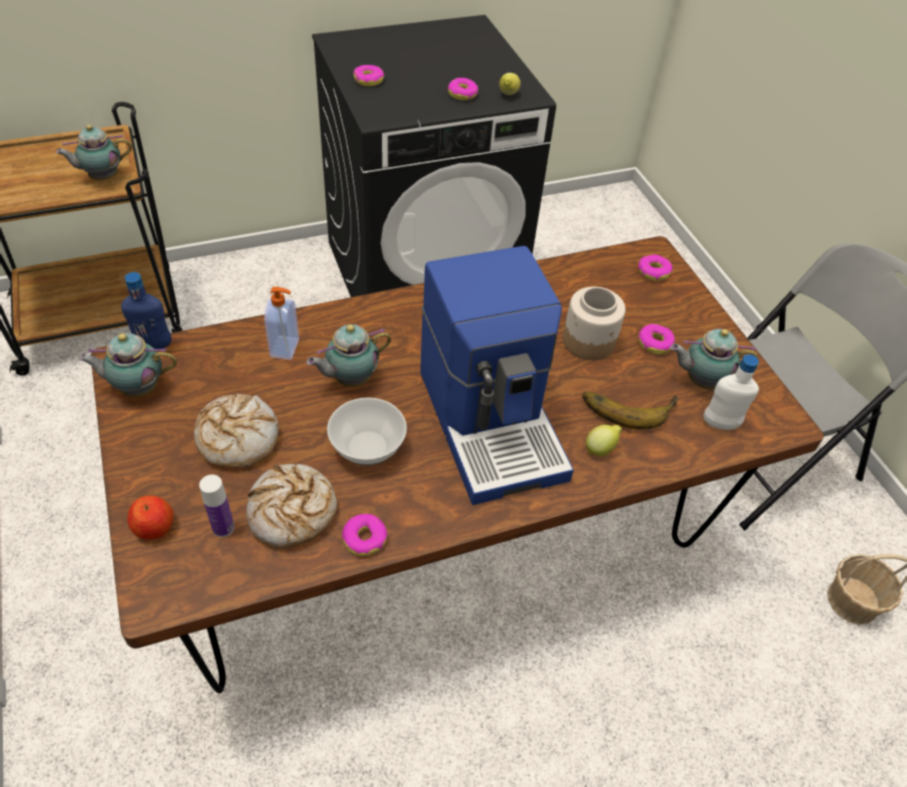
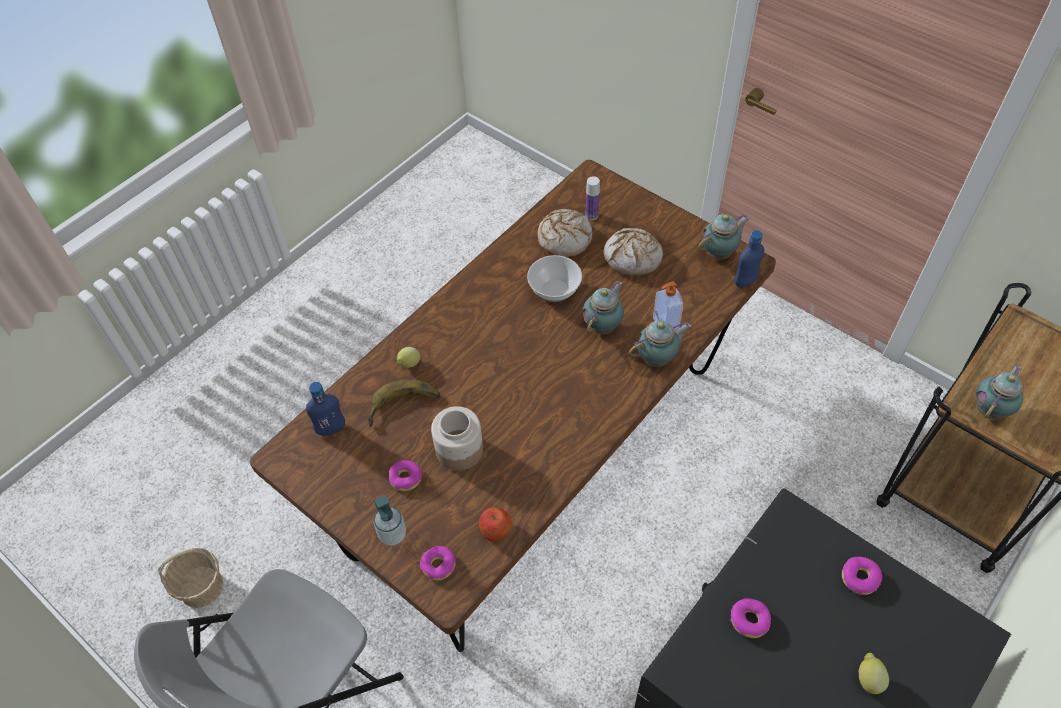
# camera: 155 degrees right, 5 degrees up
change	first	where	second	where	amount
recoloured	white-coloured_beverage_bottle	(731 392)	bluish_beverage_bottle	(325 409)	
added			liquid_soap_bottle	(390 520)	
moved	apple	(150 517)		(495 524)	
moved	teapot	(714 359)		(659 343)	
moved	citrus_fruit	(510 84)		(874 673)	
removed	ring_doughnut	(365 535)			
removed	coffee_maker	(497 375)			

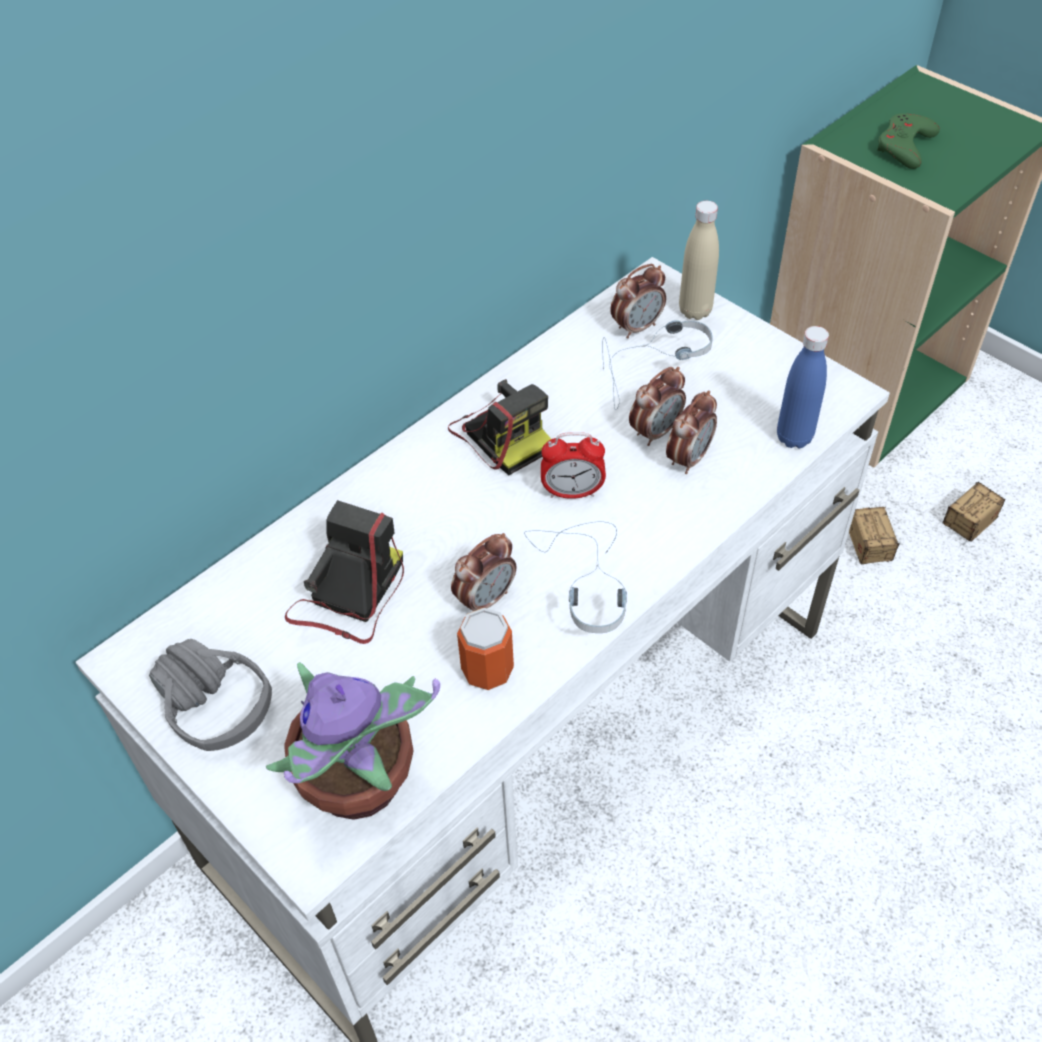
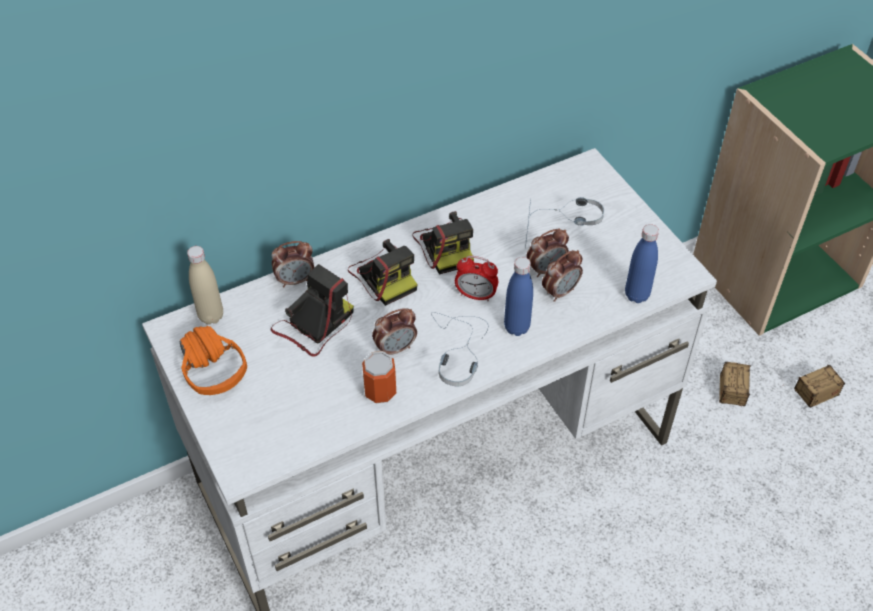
# camera: 15 degrees right, 0 degrees up
change	first	where	second	where	amount
recoloured	greyish_headphones	(210 695)	orangey_headphones	(213 360)	
moved	beige-coloured_beverage_bottle	(699 260)		(205 285)	
moved	table_clock	(638 301)		(293 264)	
added			photo_camera	(383 272)	
added			bluish_beverage_bottle	(518 296)	
removed	plant_in_a_pot	(353 741)			
removed	greenish_joypad	(908 141)			

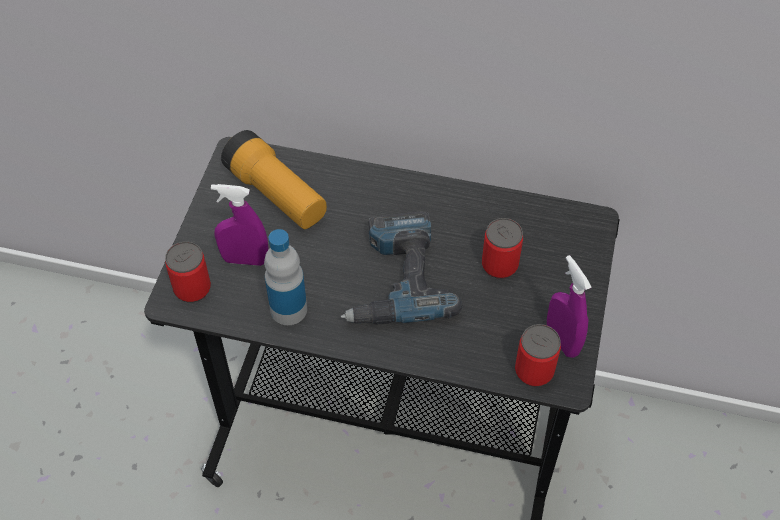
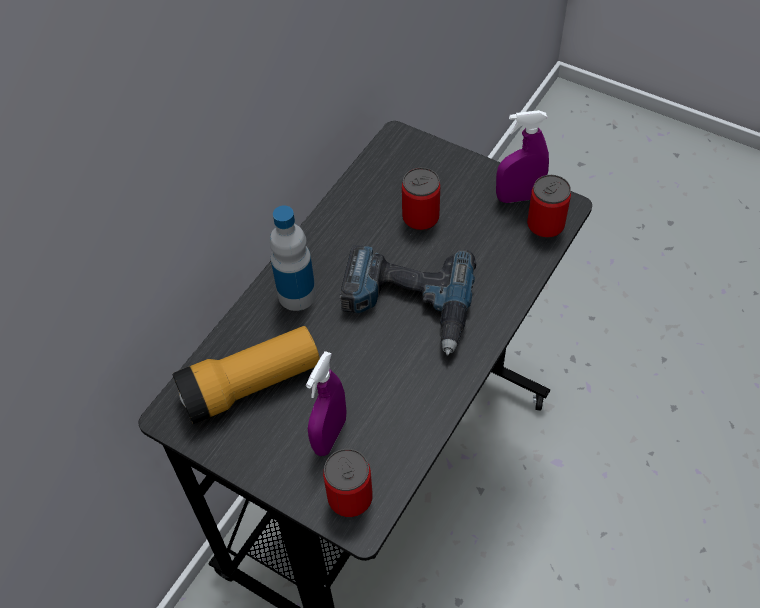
# camera: 70 degrees left, 0 degrees up
change	first	where	second	where	amount
moved	beverage_bottle	(285 277)		(293 258)	

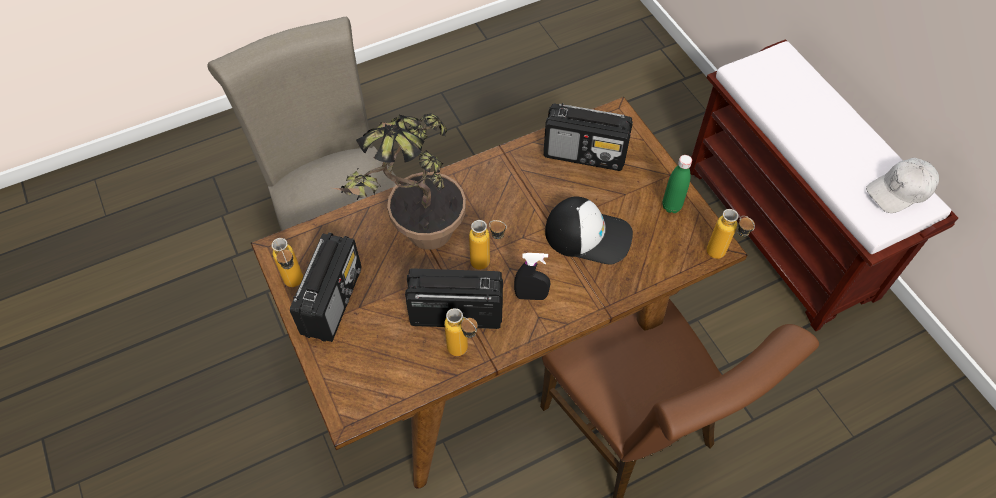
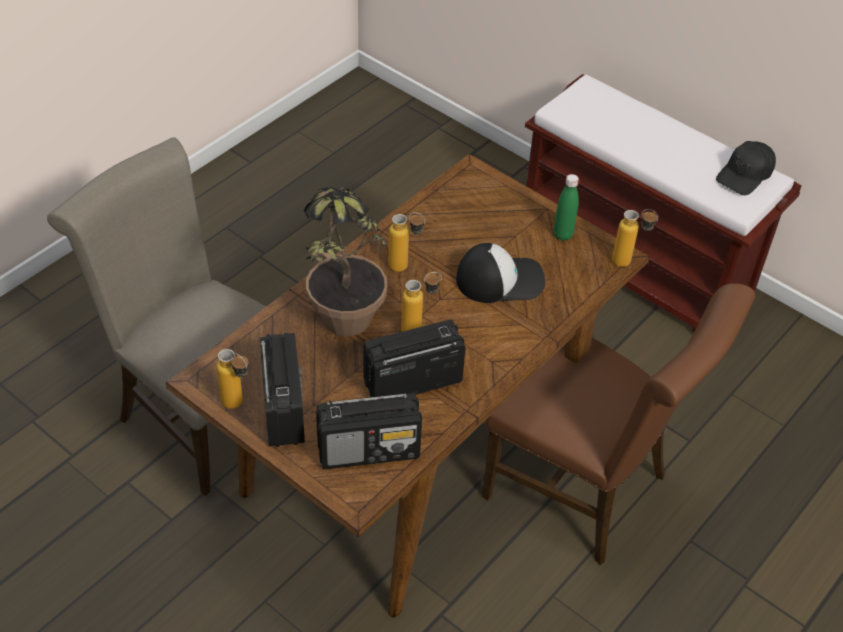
# camera: 25 degrees left, 10 degrees down
change	first	where	second	where	amount
moved	radio_set	(588 137)		(369 431)	
moved	beverage_bottle	(461 332)		(406 242)	
recoloured	white-coloured_cap	(902 185)	blackish_cap	(746 168)	
removed	blackish_sprayer	(532 276)			

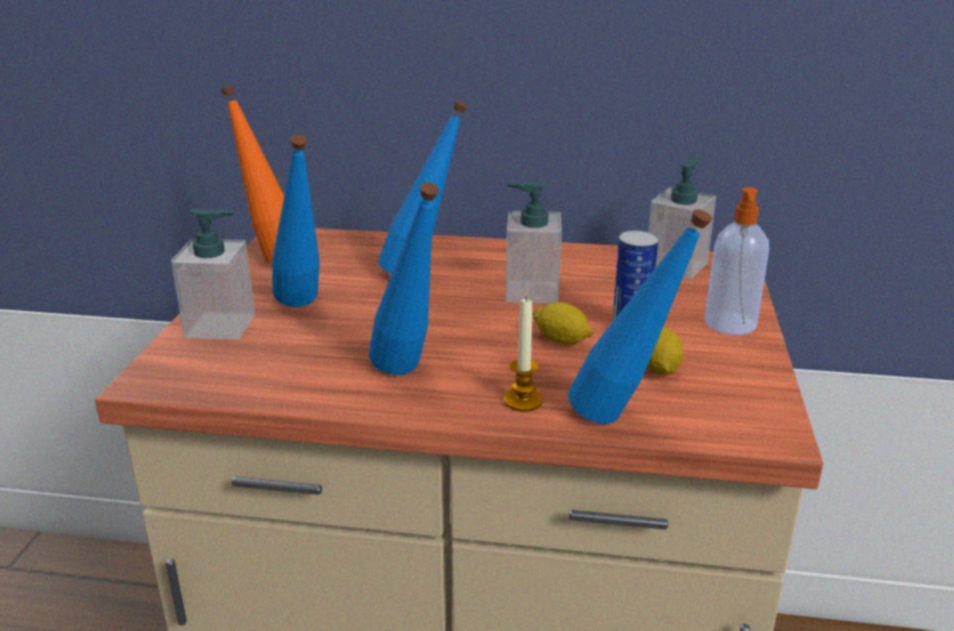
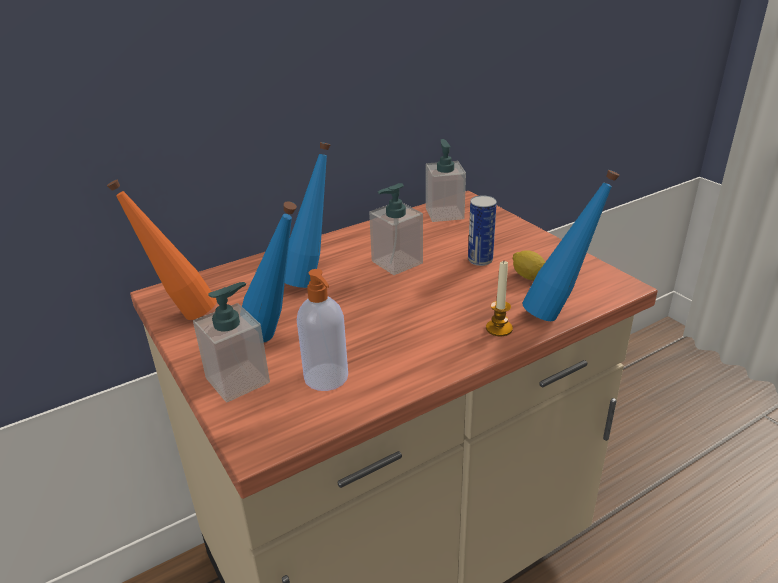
# camera: 40 degrees left, 5 degrees up
change	first	where	second	where	amount
moved	liquid_soap_bottle	(737 261)		(322 330)	
removed	bluish_beverage_bottle	(404 279)			
removed	citrus_fruit	(563 323)			

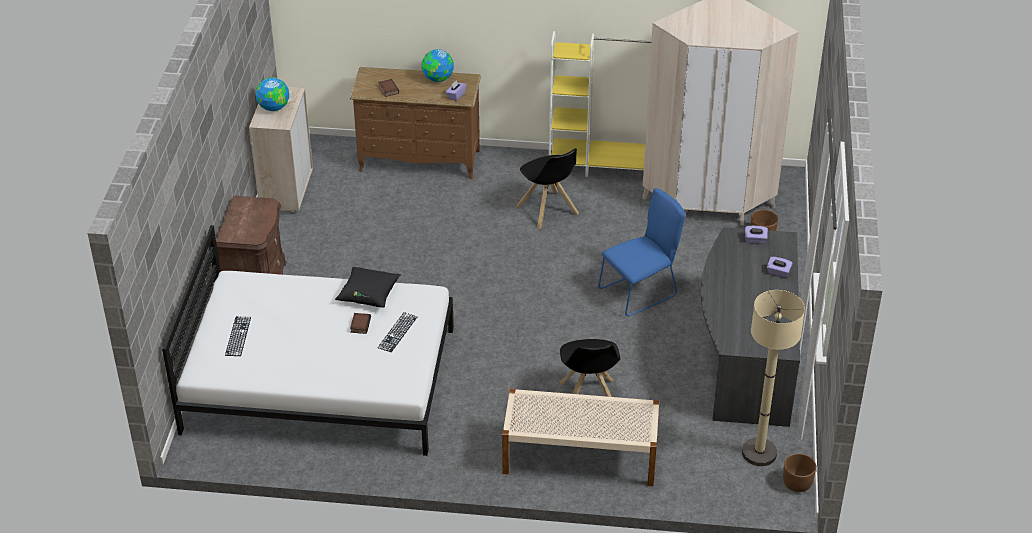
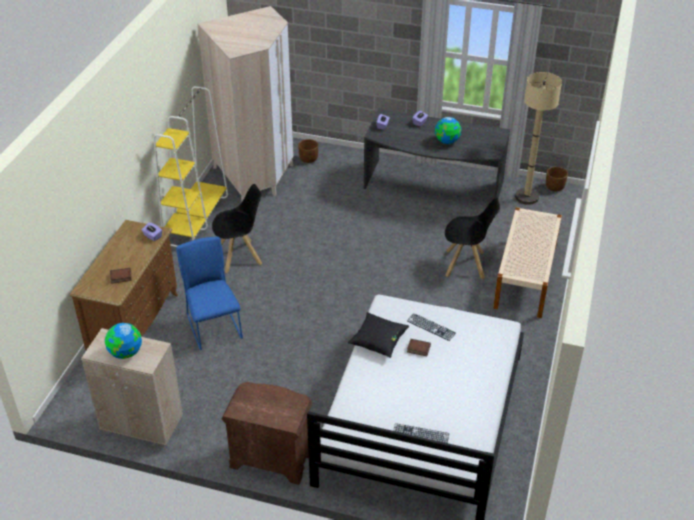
# camera: 80 degrees left, 0 degrees up
change	first	where	second	where	amount
moved	bluish_plain_chair	(641 252)		(209 293)	
moved	globe	(438 65)		(448 130)	

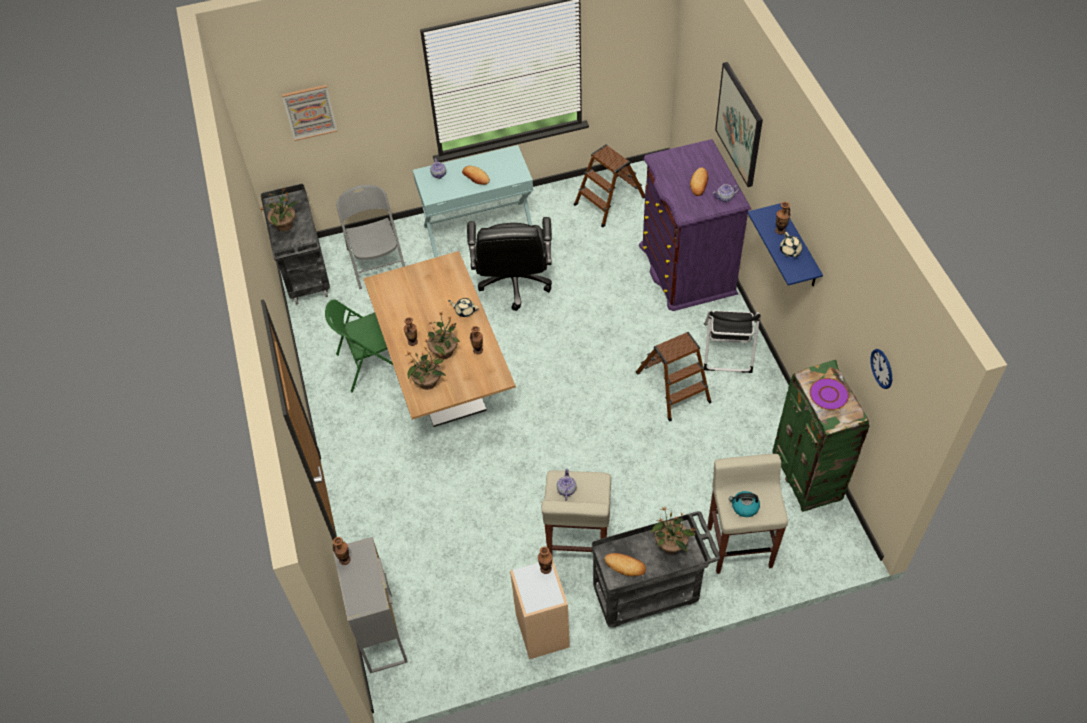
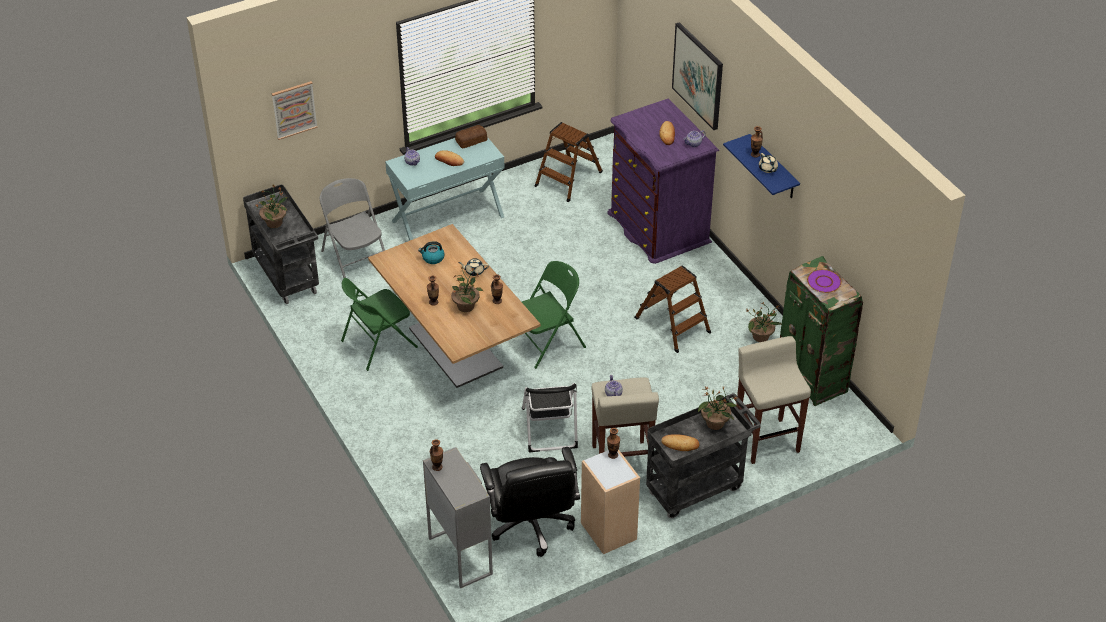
# camera: 15 degrees left, 10 degrees down
change	first	where	second	where	amount
moved	kettle	(744 504)		(431 252)	
added			baked_bread	(471 137)	
moved	blackish_computer_chair	(509 264)		(530 502)	
added			greenish_plain_chair	(554 315)	
moved	stepladder	(732 341)		(550 417)	
moved	plant_in_a_pot	(425 368)		(764 322)	
removed	wall_clock	(881 369)			

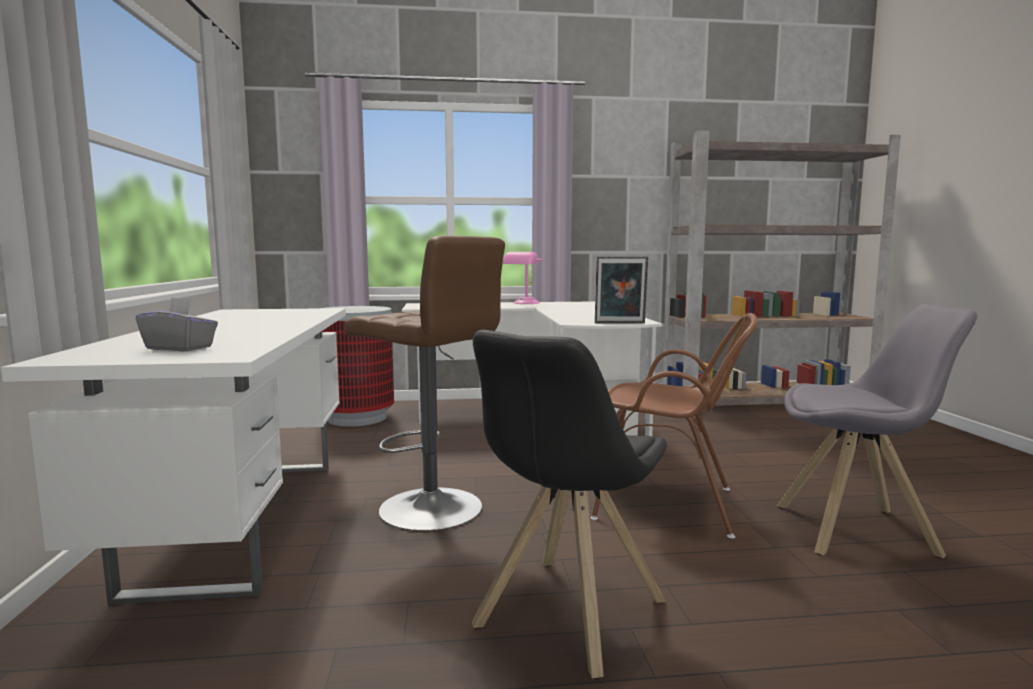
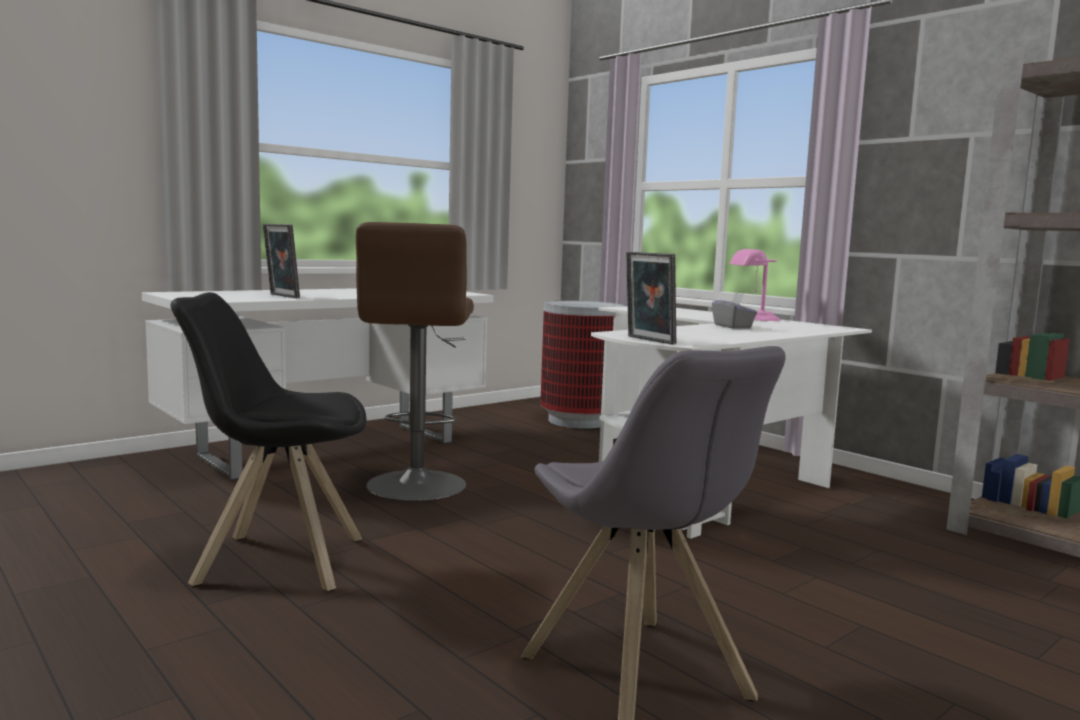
# camera: 55 degrees right, 0 degrees up
change	first	where	second	where	amount
added			photo_frame	(281 261)	
moved	greyish_box_of_tissues	(177 324)		(734 310)	
removed	brown_plain_chair	(674 426)			

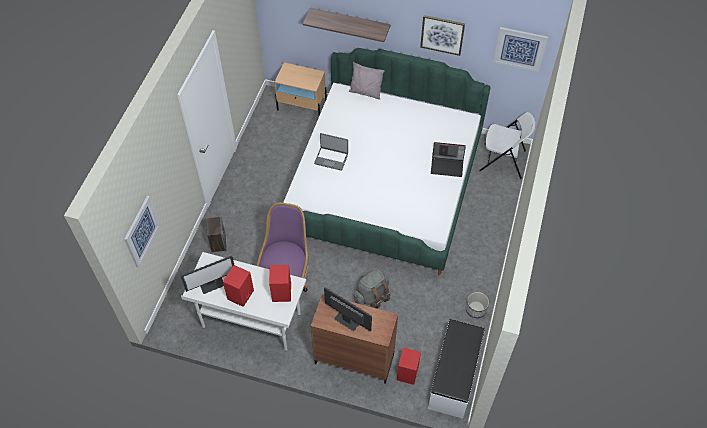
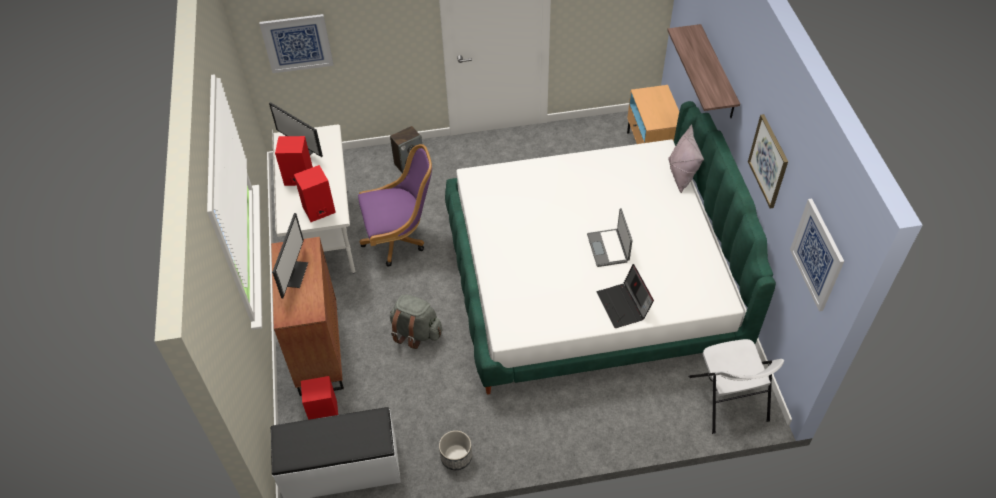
# camera: 65 degrees right, 5 degrees down
change	first	where	second	where	amount
moved	portable_computer	(331 152)		(609 237)	

